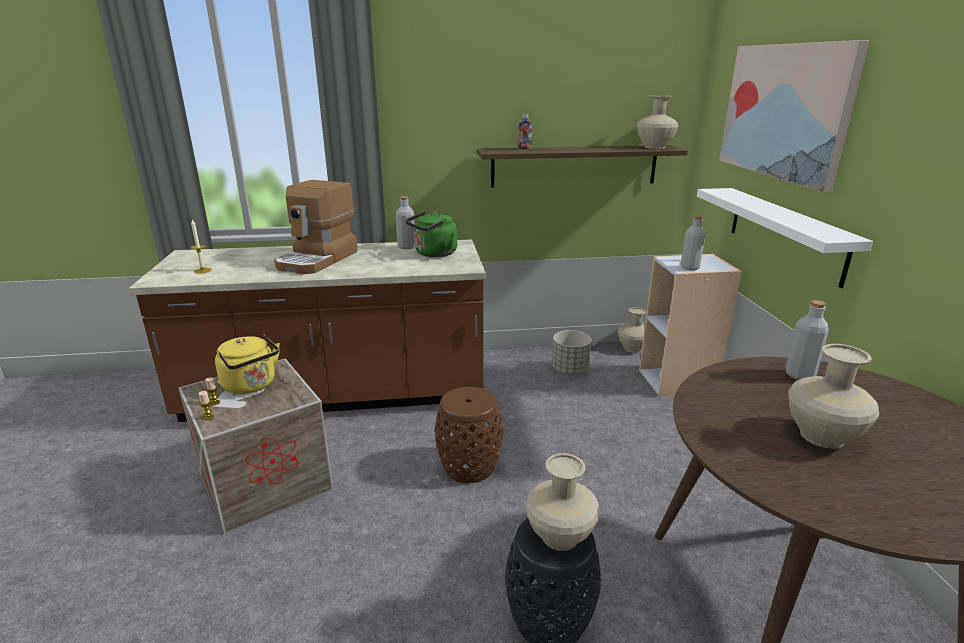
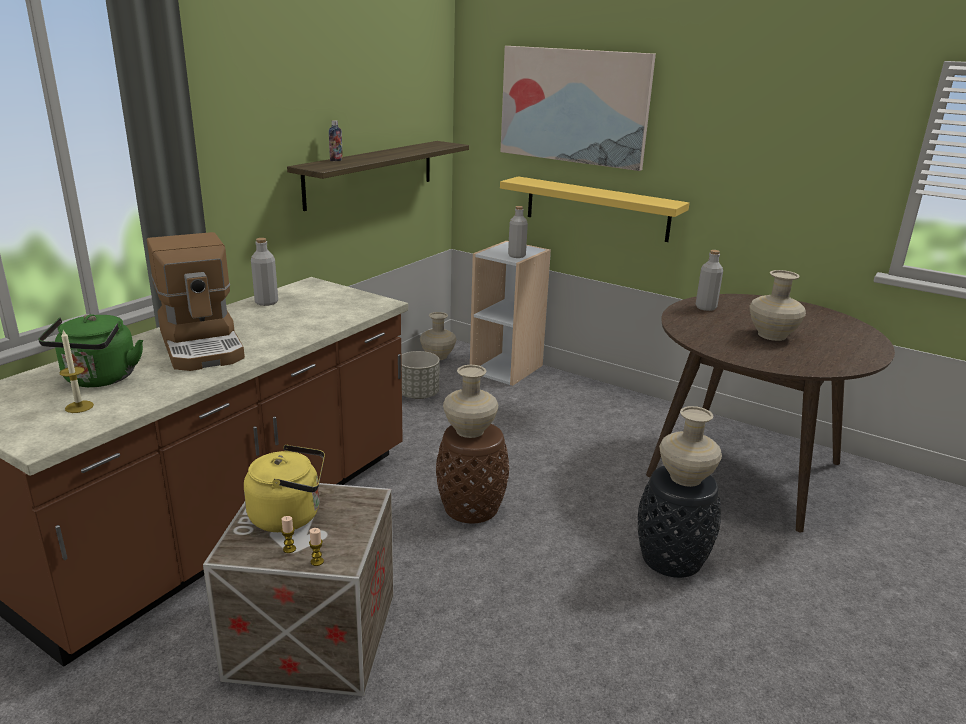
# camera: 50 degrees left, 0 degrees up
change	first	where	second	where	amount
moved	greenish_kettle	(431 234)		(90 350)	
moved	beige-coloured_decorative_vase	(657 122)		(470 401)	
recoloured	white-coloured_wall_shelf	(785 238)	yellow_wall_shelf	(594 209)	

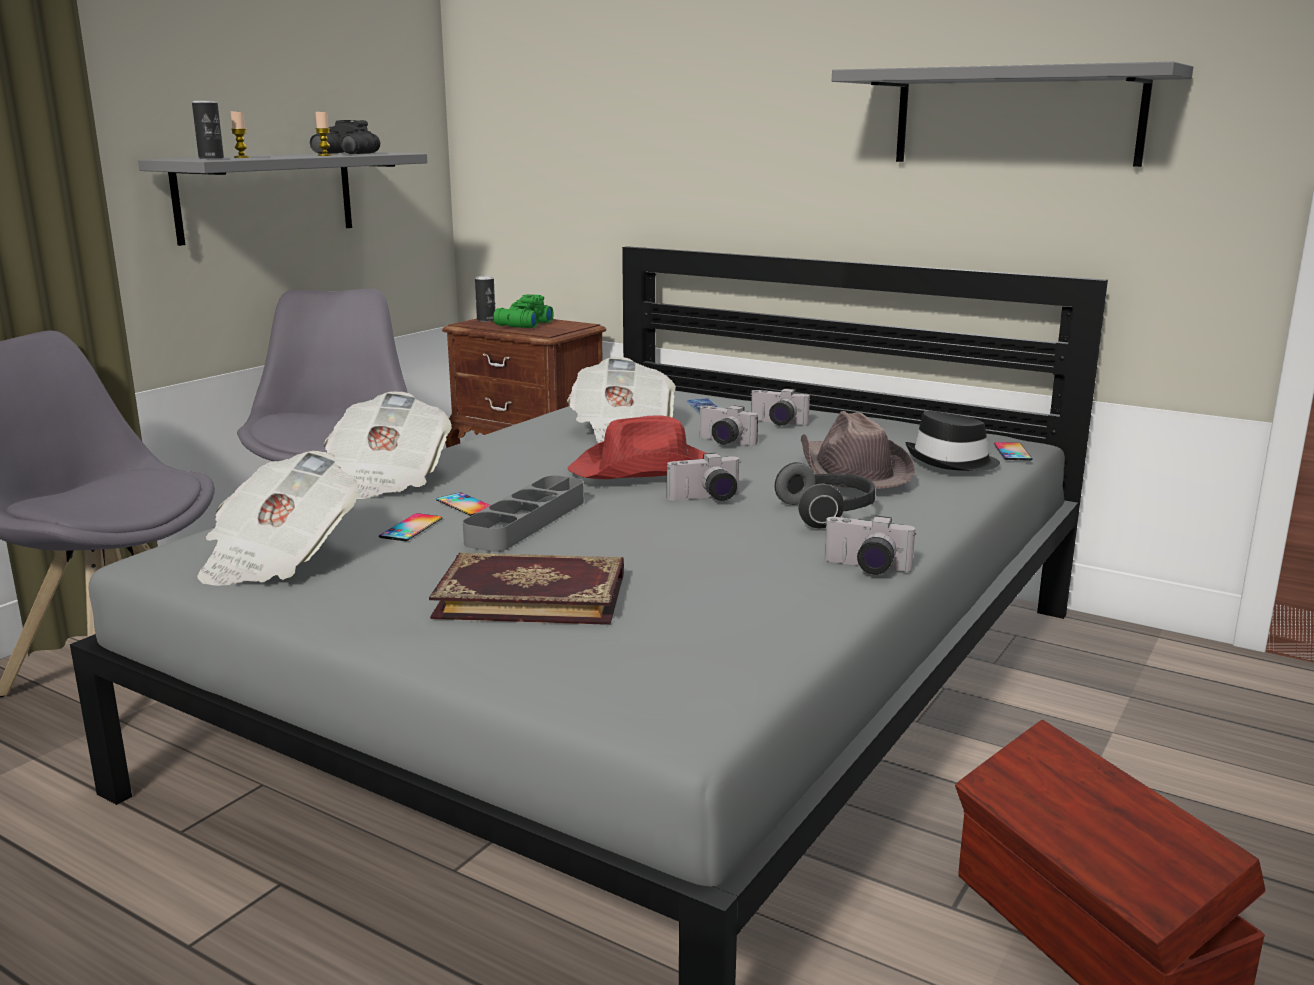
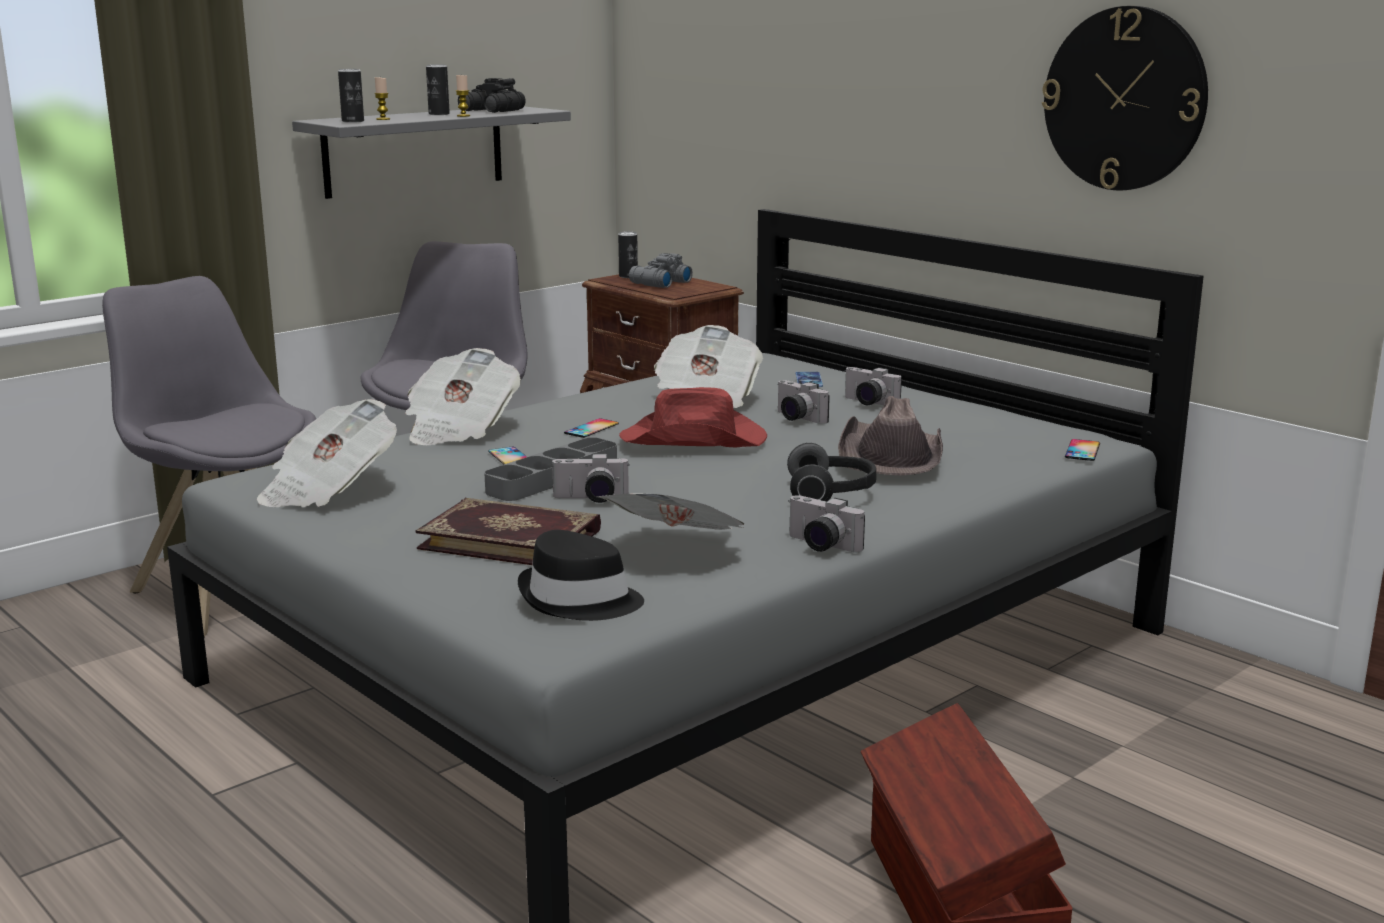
# camera: 15 degrees right, 0 degrees up
change	first	where	second	where	amount
added			sealed_can	(438 89)	
moved	blackish_clothing_hat	(953 441)		(581 575)	
moved	photo_camera	(704 477)		(590 478)	
moved	handset	(410 527)		(591 428)	
added			daily_paper	(670 511)	
recoloured	greenish_field_glasses	(523 311)	greyish_field_glasses	(661 270)	
replaced	greyish_wall_shelf	(1012 114)	wall_clock	(1125 98)	

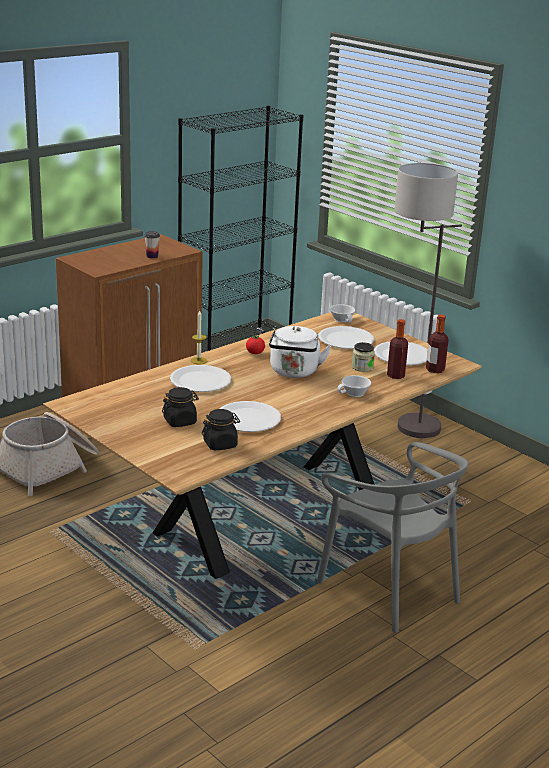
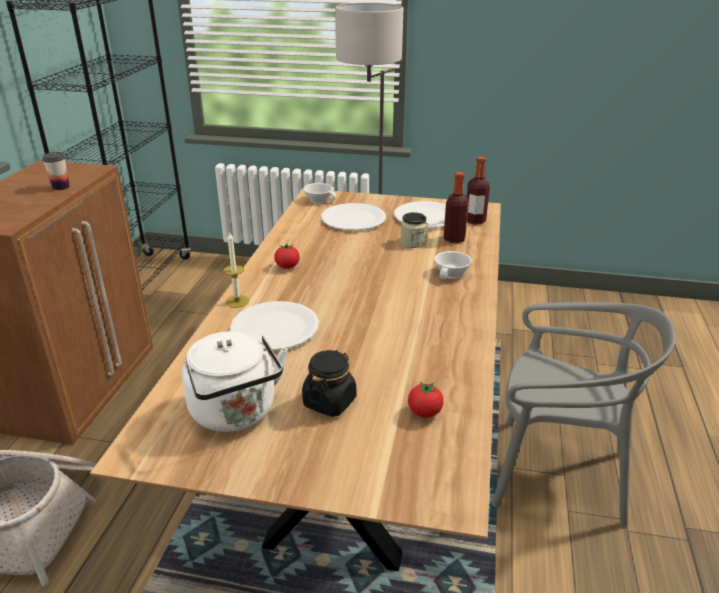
# camera: 35 degrees left, 5 degrees up
change	first	where	second	where	amount
moved	white-coloured_kettle	(300 352)		(235 381)	
replaced	blackish_preserve_jar	(221 429)	whole_tomato	(426 400)	
removed	white-coloured_plate	(250 416)			

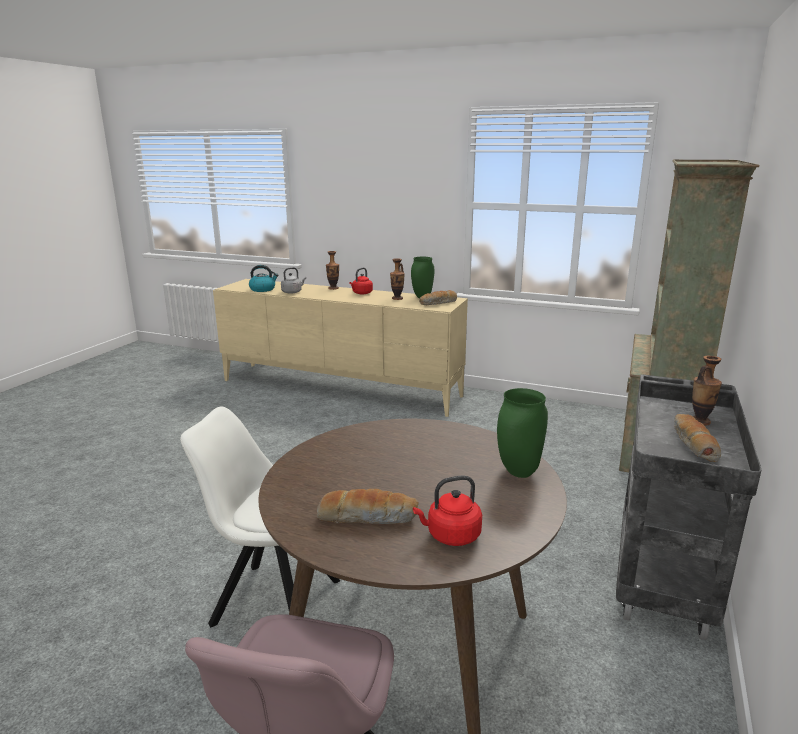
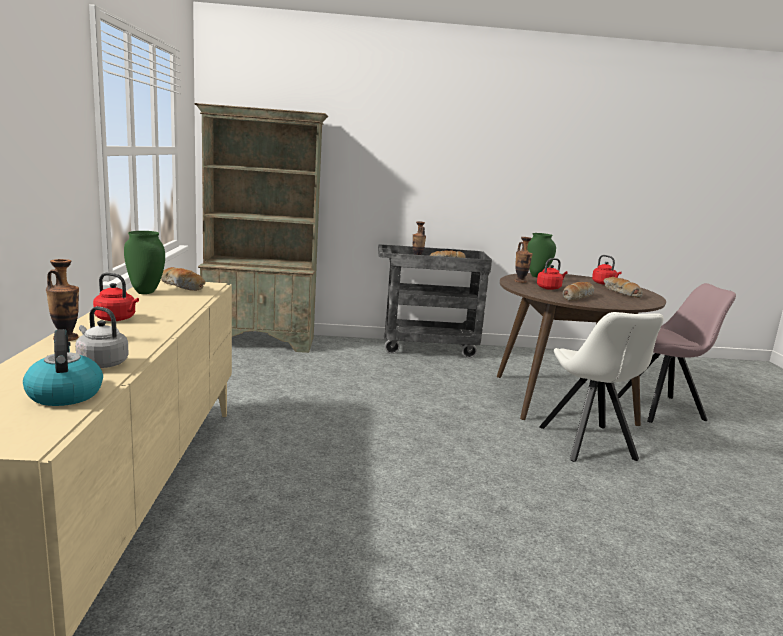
# camera: 115 degrees left, 5 degrees down
change	first	where	second	where	amount
moved	decorative_vase	(397 279)		(523 260)	
added			reddish_kettle	(552 274)	
added			baked_bread	(579 291)	

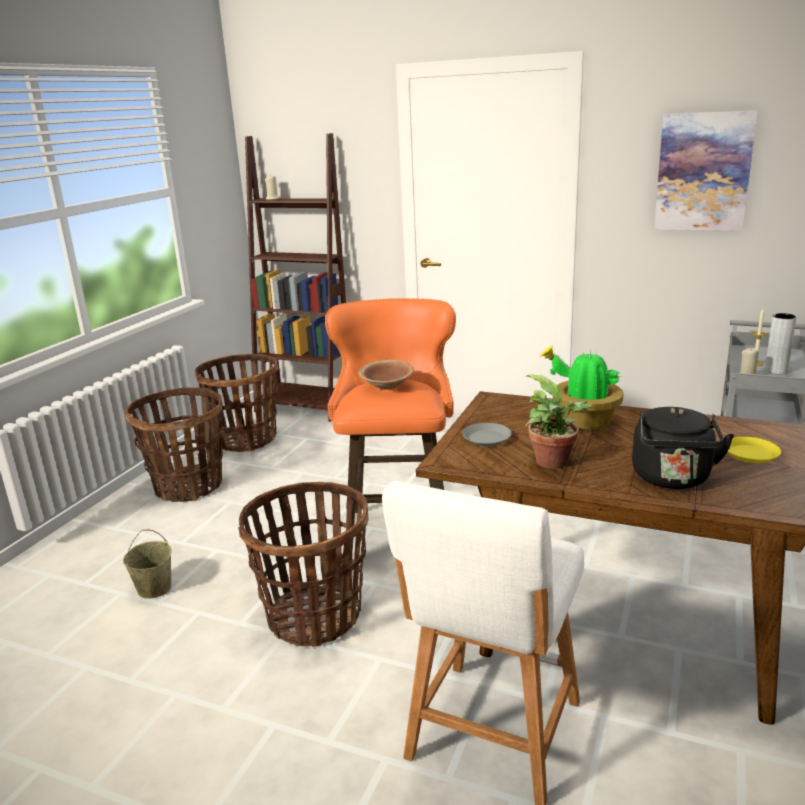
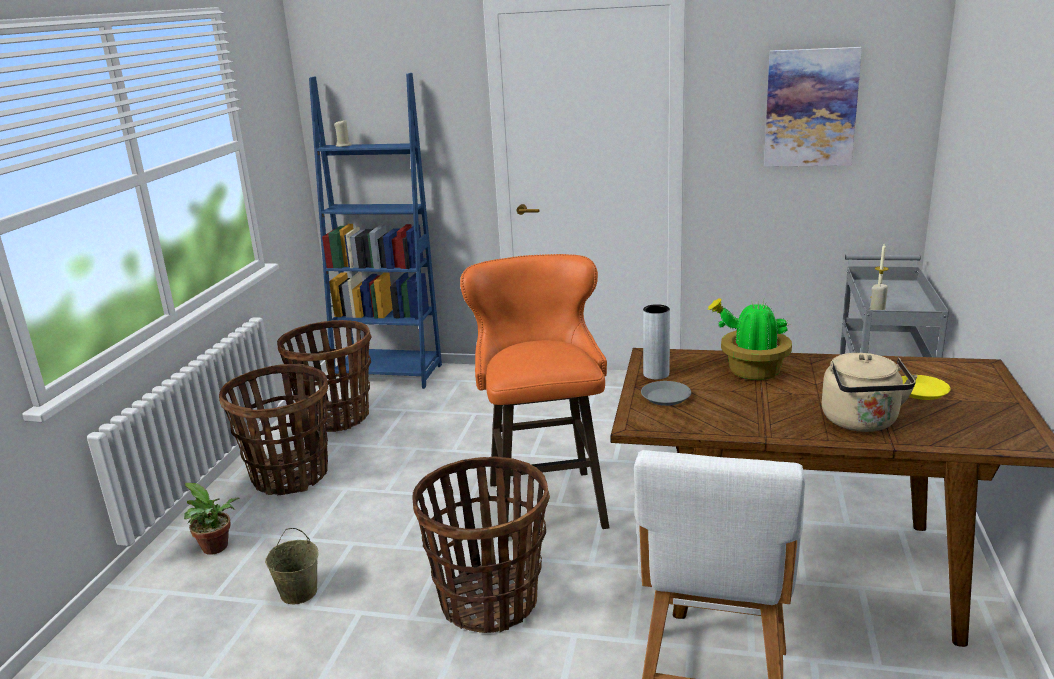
# camera: 10 degrees left, 0 degrees up
change	first	where	second	where	amount
moved	plant_in_a_pot	(558 421)		(211 519)	
recoloured	brown_bookcase	(295 277)	bluish_bookcase	(375 231)	
moved	greyish_decorative_vase	(781 343)		(656 342)	
recoloured	blackish_kettle	(683 448)	beige-coloured_kettle	(870 392)	
removed	brown_deep_dish	(386 375)			

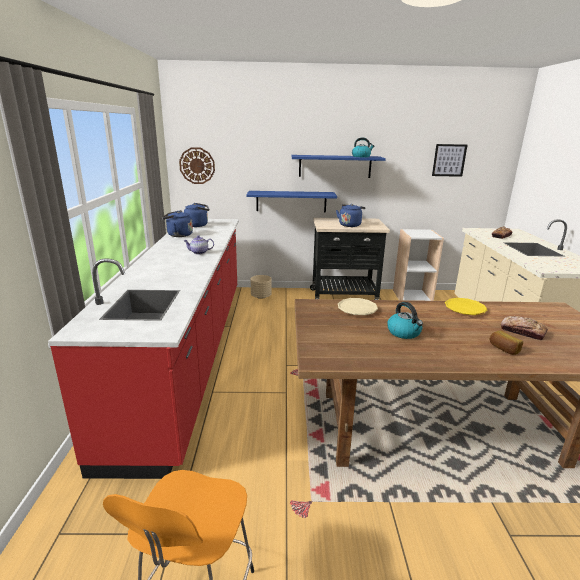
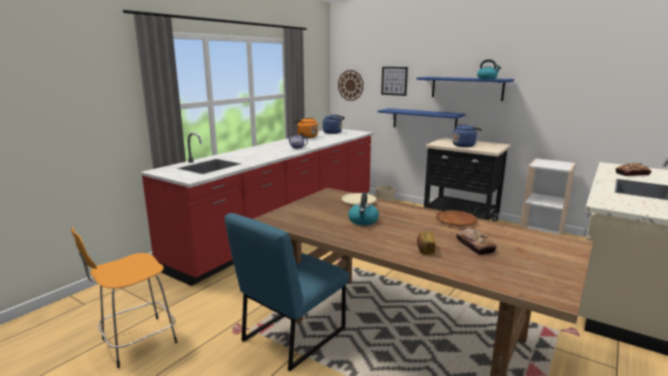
# camera: 35 degrees right, 5 degrees down
change	first	where	second	where	amount
added			bluish_plain_chair	(287 292)	
recoloured	bluish_kettle	(177 223)	orangey_kettle	(305 127)	
moved	wall_picture	(449 160)		(394 81)	
recoloured	yellow_plate	(466 306)	brown_plate	(456 218)	

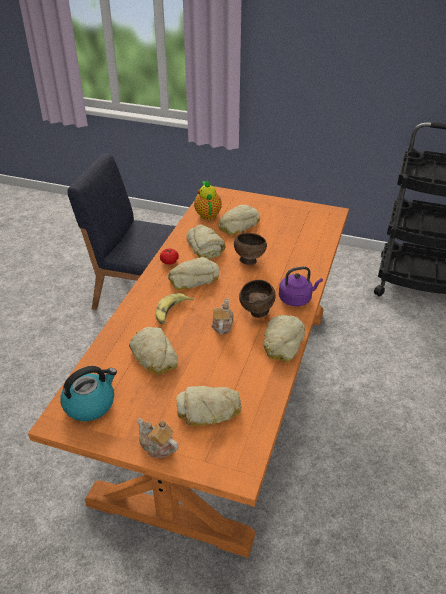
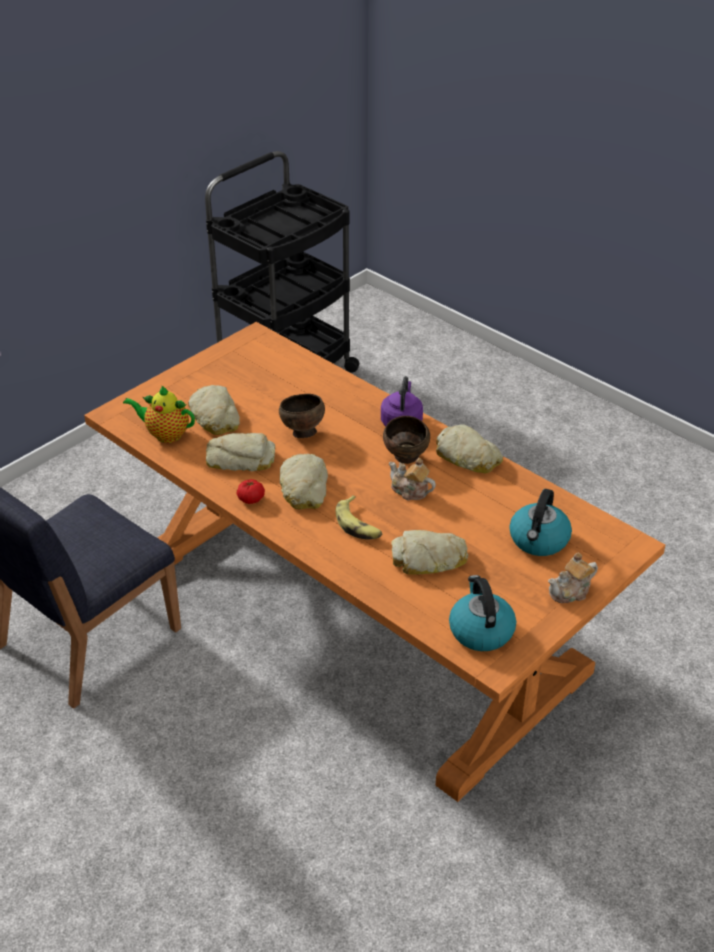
# camera: 65 degrees left, 0 degrees up
change	first	where	second	where	amount
replaced	baked_bread	(209 406)	kettle	(540 522)	

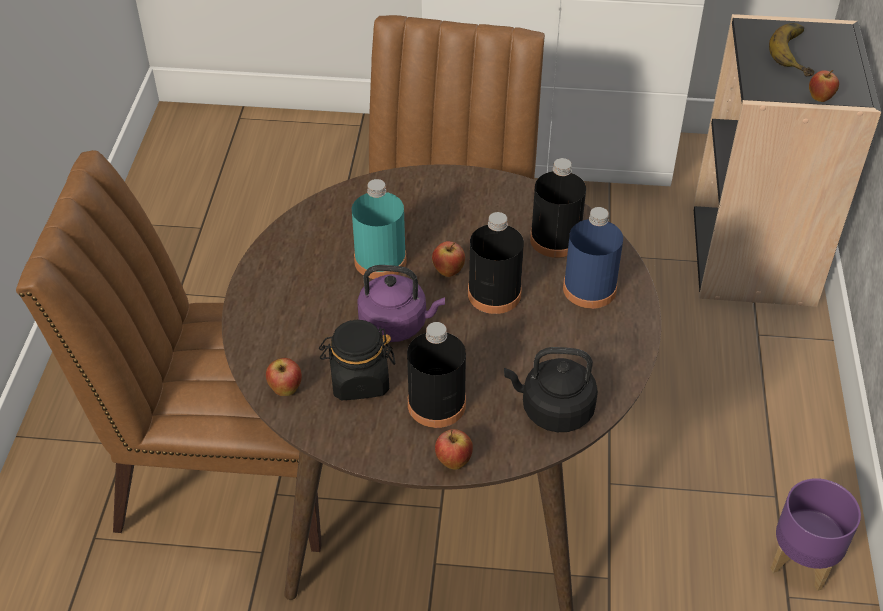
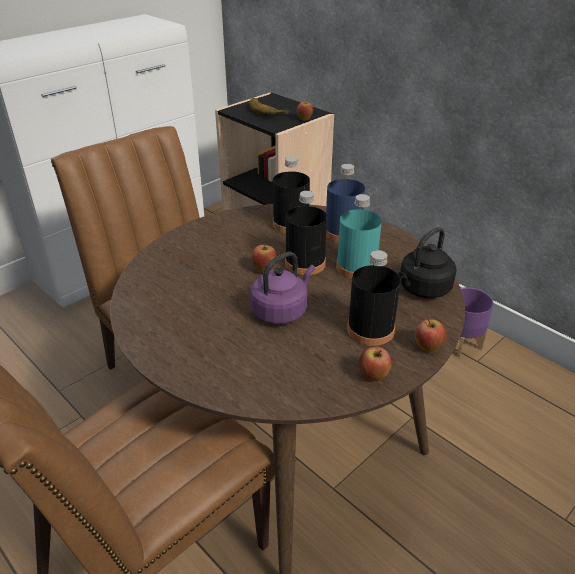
# camera: 50 degrees left, 10 degrees down
change	first	where	second	where	amount
moved	turquoise-coloured_beverage_bottle	(379 229)		(359 236)	
moved	apple	(284 377)		(375 364)	
removed	blackish_preserve_jar	(357 360)			

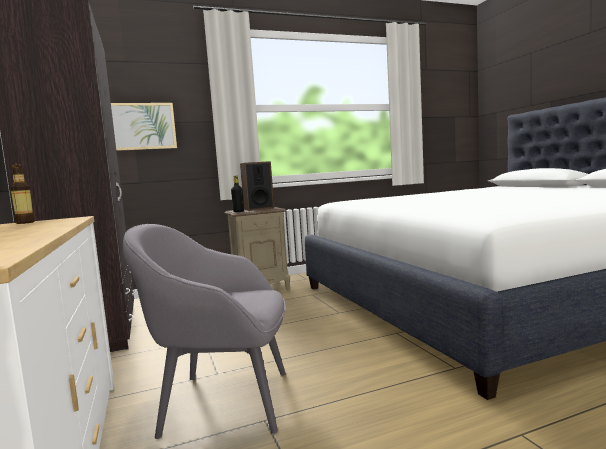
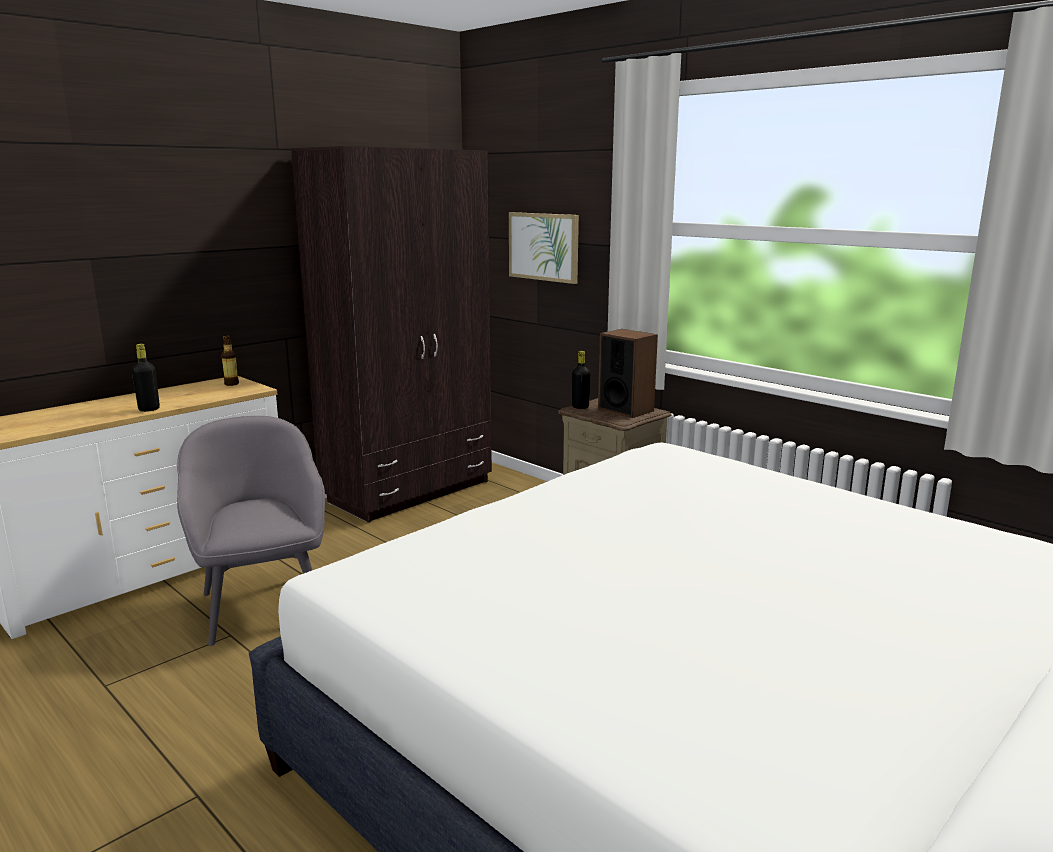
# camera: 65 degrees right, 10 degrees up
change	first	where	second	where	amount
added			blackish_beverage_bottle	(146 378)	

